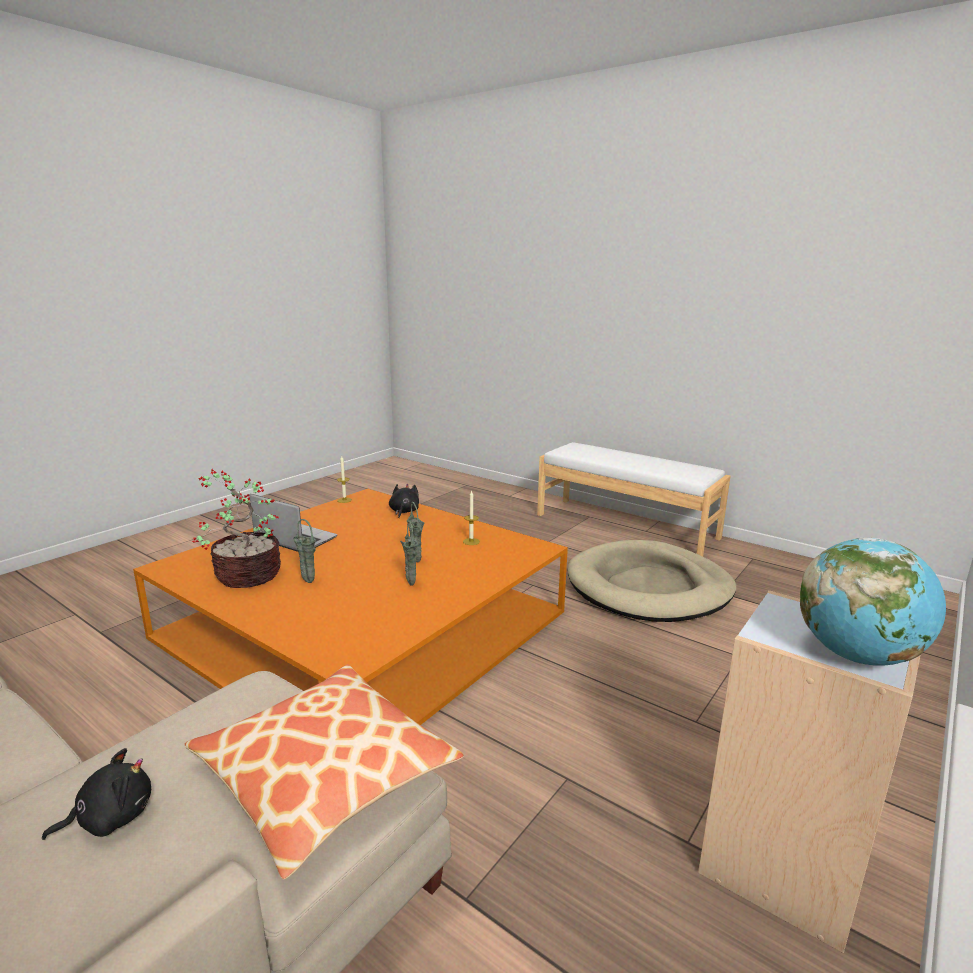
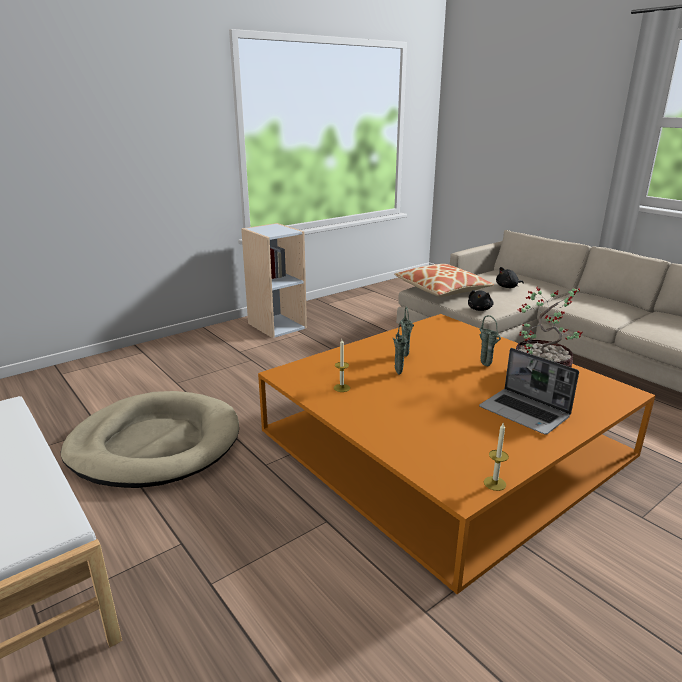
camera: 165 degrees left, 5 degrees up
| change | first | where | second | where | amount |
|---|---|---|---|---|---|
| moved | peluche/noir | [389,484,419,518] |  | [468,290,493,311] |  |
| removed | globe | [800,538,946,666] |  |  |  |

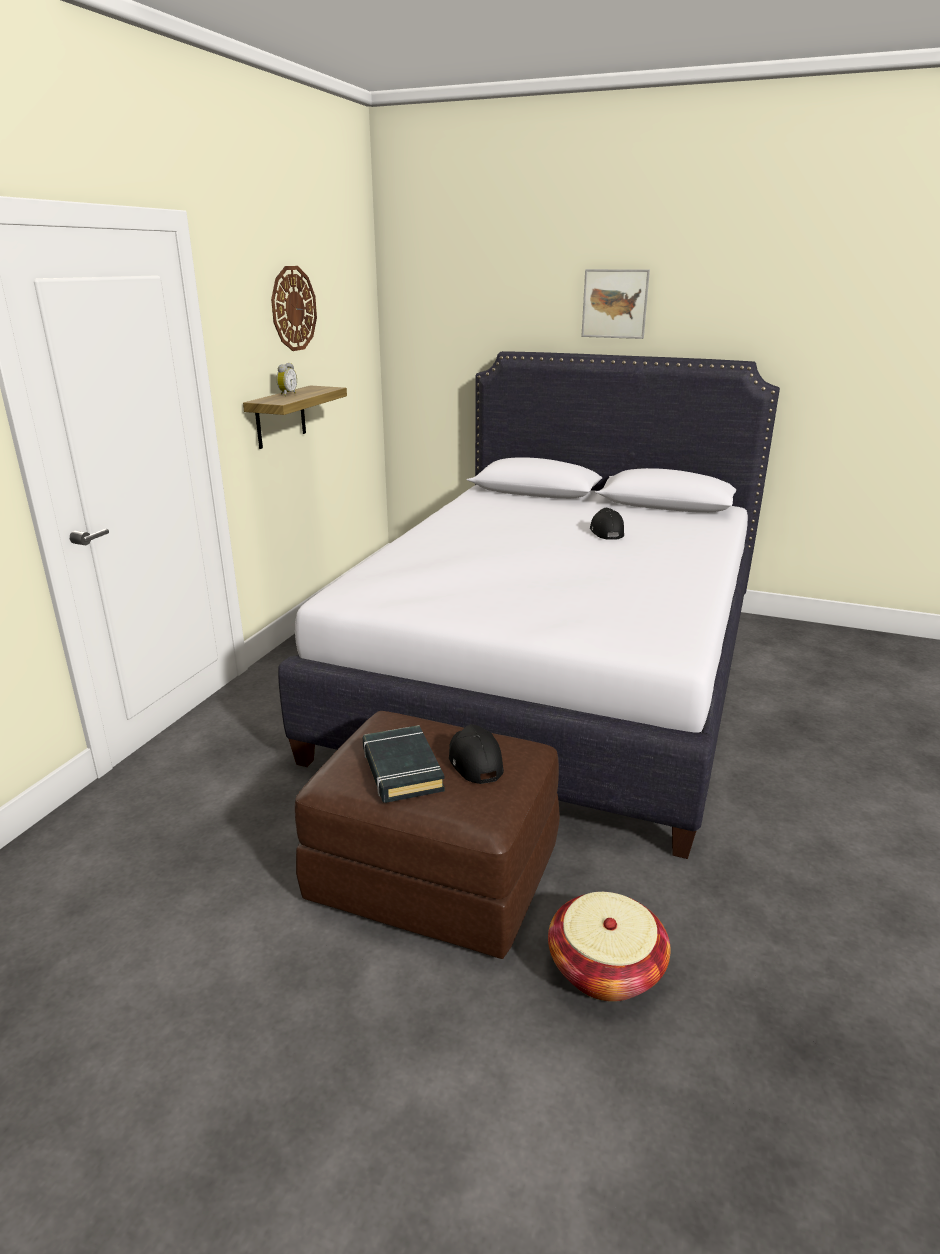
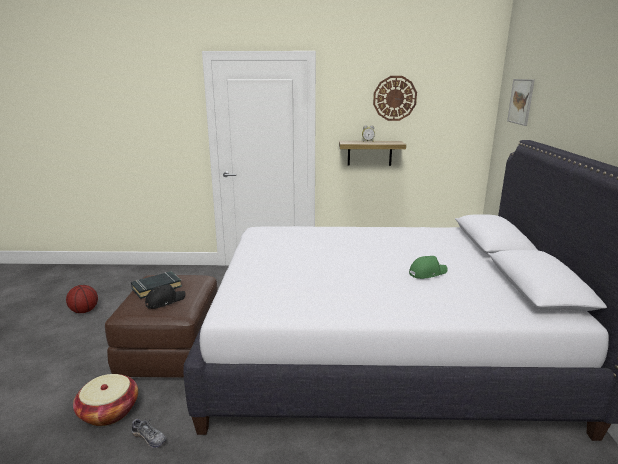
camera: 70 degrees right, 5 degrees down
| change | first | where | second | where | amount |
|---|---|---|---|---|---|
| moved | tableau | [581,269,650,339] |  | [507,79,535,126] |  |
| recoloured | casquette/noir | [590,508,624,540] | casquette/vert | [409,256,447,279] |  |
| added |  |  | ballon de basket | [66,285,98,313] |  |
| added |  |  | chaussure | [132,418,166,448] |  |

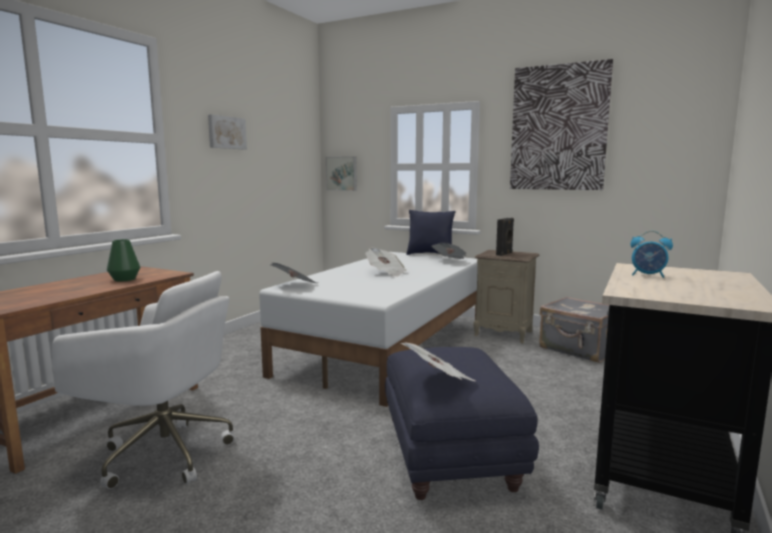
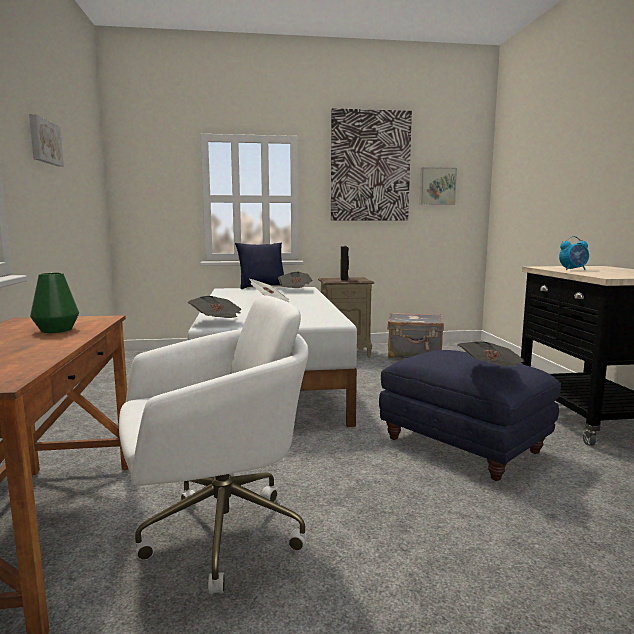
camera: 35 degrees left, 0 degrees up
| change | first | where | second | where | amount |
|---|---|---|---|---|---|
| moved | tableau | [326,156,357,191] |  | [419,167,457,205] |  |

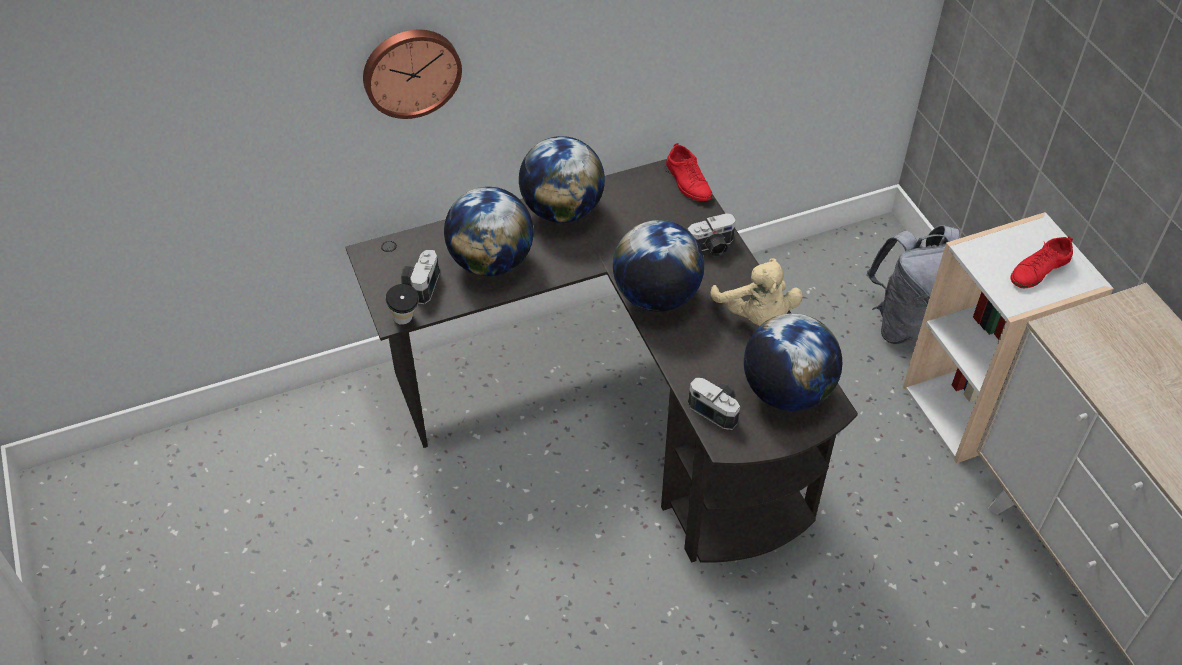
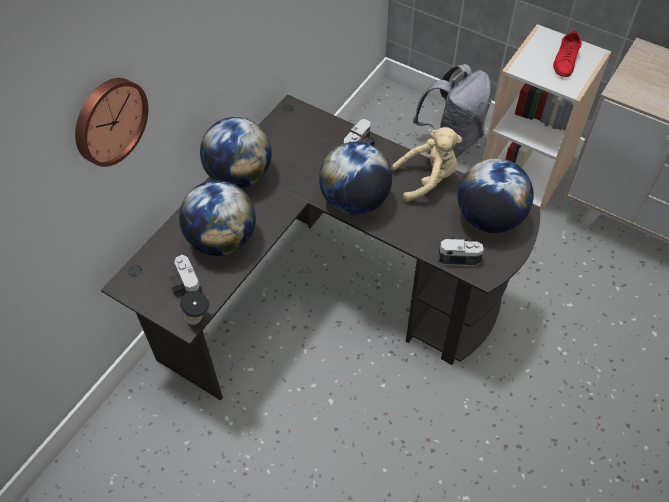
camera: 35 degrees left, 5 degrees up
| change | first | where | second | where | amount |
|---|---|---|---|---|---|
| removed | chaussure/rouge | [666,143,712,201] |  |  |  |
| turned | peluche/beige | [710,258,803,326] |  | [391,127,462,202] | 45 degrees counterclockwise |

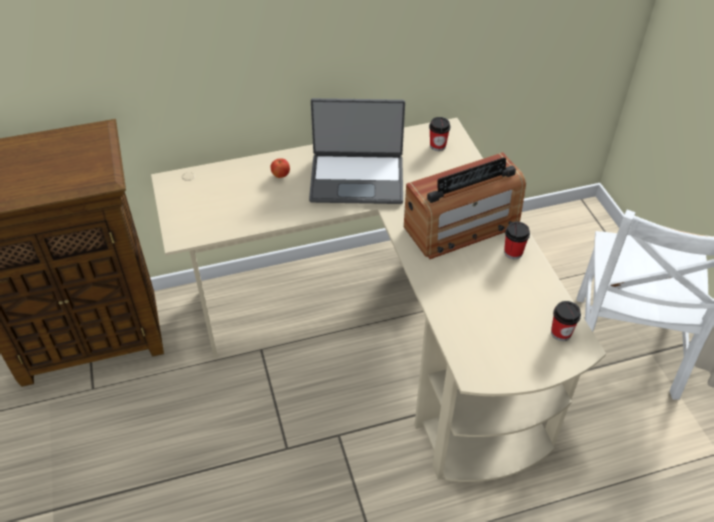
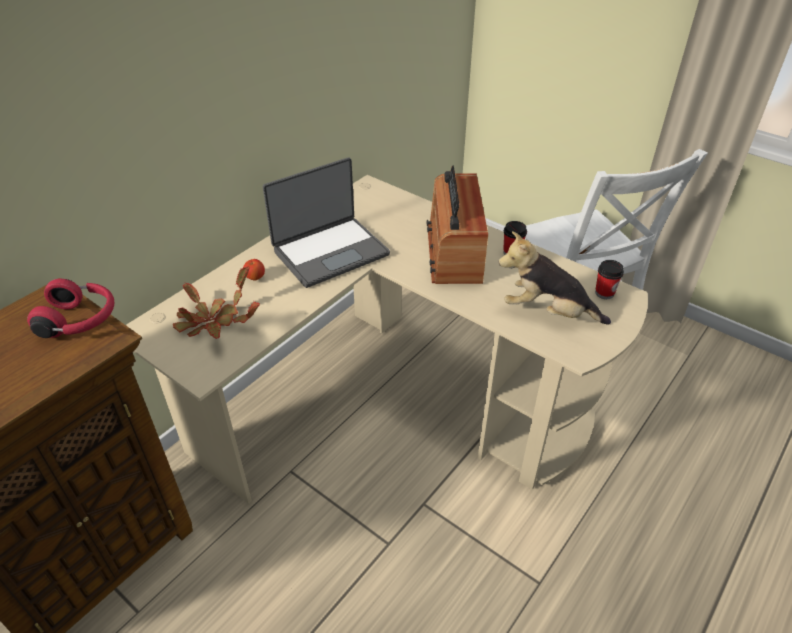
camera: 35 degrees left, 5 degrees down
| change | first | where | second | where | amount |
|---|---|---|---|---|---|
| turned | radio | [404,152,526,259] |  | [427,165,488,284] | 150 degrees clockwise |
| removed | tasse | [429,117,450,151] |  |  |  |
| added |  |  | casque audio/rouge | [27,279,115,338] |  |
| added |  |  | plante en pot | [173,266,260,339] |  |
| added |  |  | peluche | [498,231,611,325] |  |

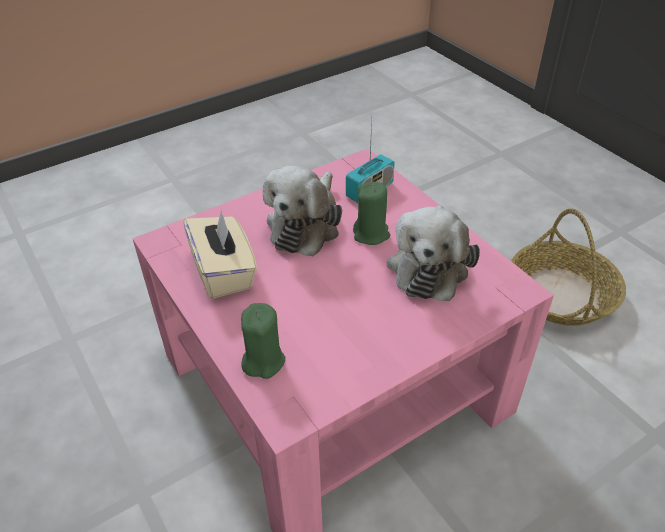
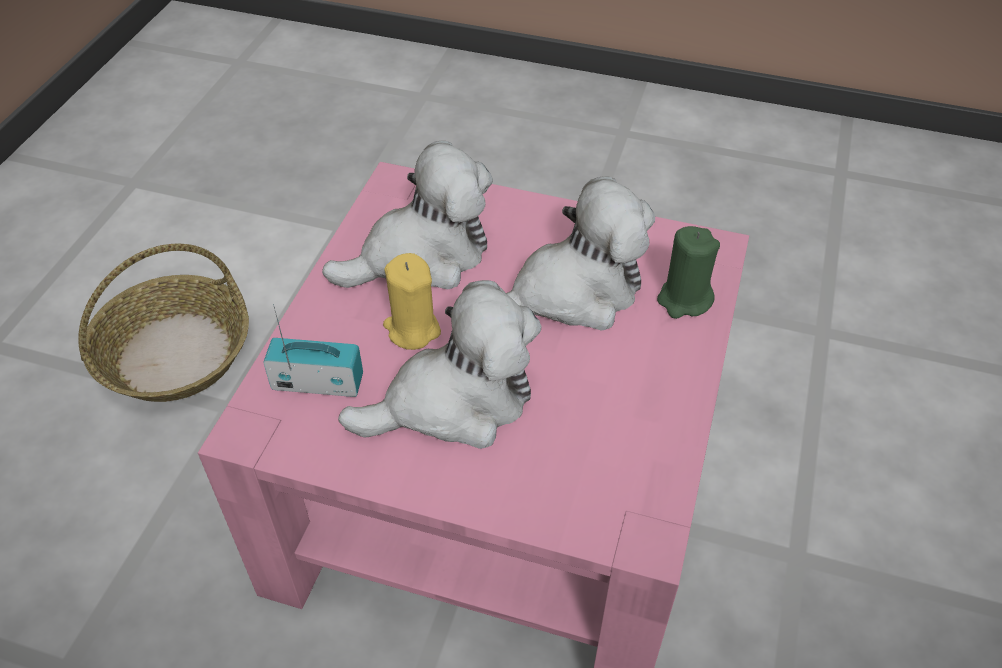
camera: 130 degrees left, 5 degrees up
| change | first | where | second | where | amount |
|---|---|---|---|---|---|
| removed | boîte à mouchoirs/beige | [184,209,257,299] |  |  |  |
| recoloured | bougie/vert | [353,182,390,245] | bougie/jaune | [383,253,441,350] |  |
| added |  |  | peluche | [506,176,655,331] |  |

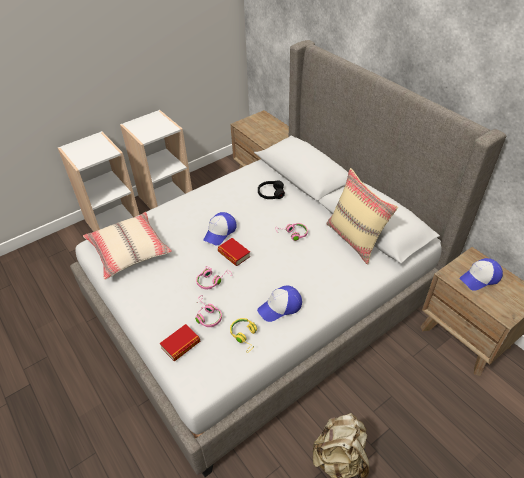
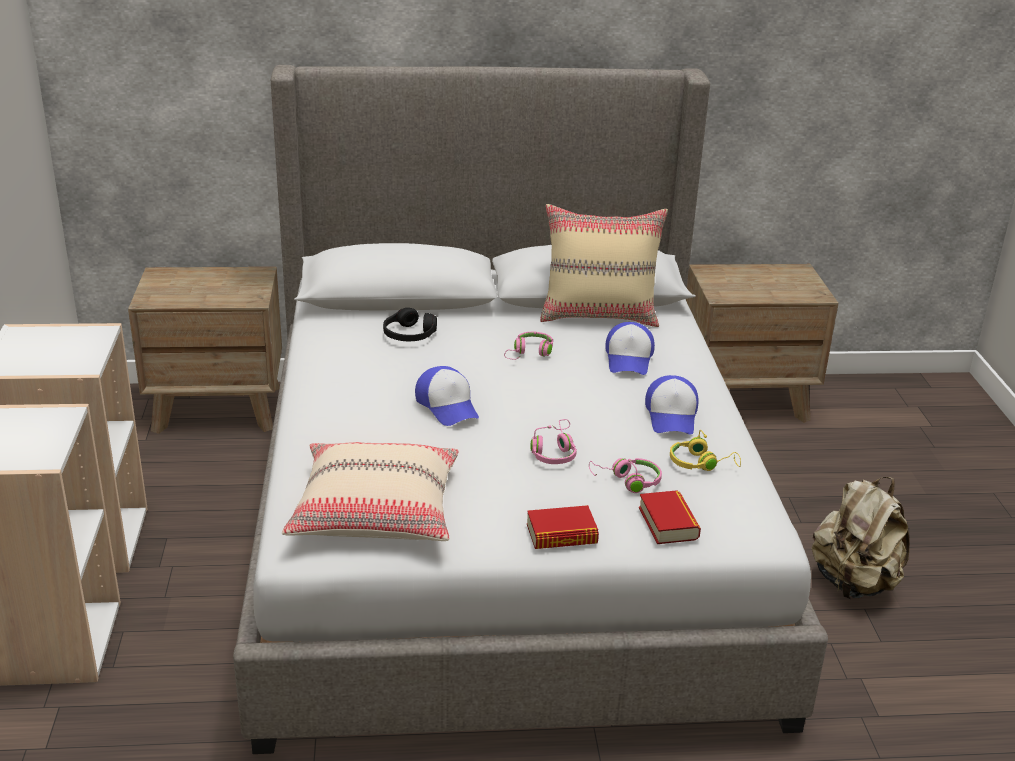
camera: 60 degrees left, 15 degrees down
| change | first | where | second | where | amount |
|---|---|---|---|---|---|
| moved | livre | [218,238,250,266] |  | [527,505,599,549] |  |
| moved | casquette | [460,258,503,291] |  | [605,322,655,375] |  |

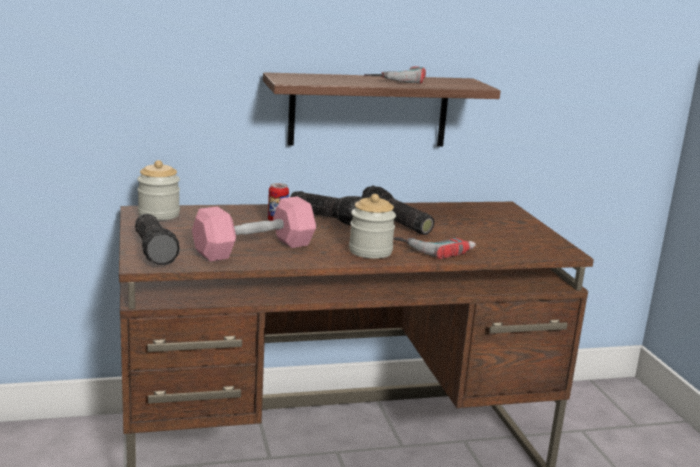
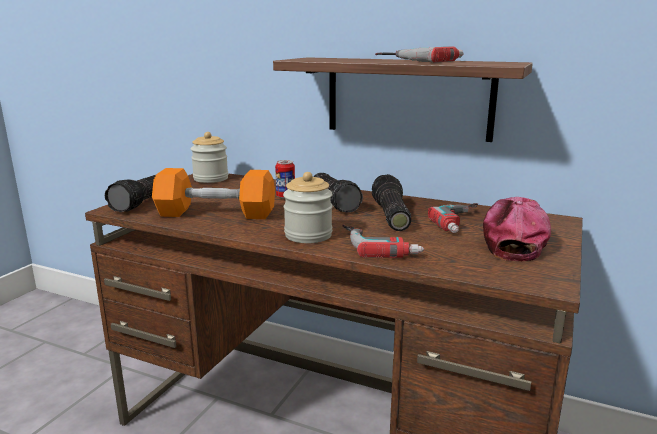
camera: 40 degrees right, 0 degrees up
| change | first | where | second | where | amount |
|---|---|---|---|---|---|
| recoloured | haltère/rose | [192,196,316,261] | haltère/orange | [152,168,275,219] |  |
| added |  |  | perceuse | [428,203,478,233] |  |
| added |  |  | casquette | [483,197,551,261] |  |

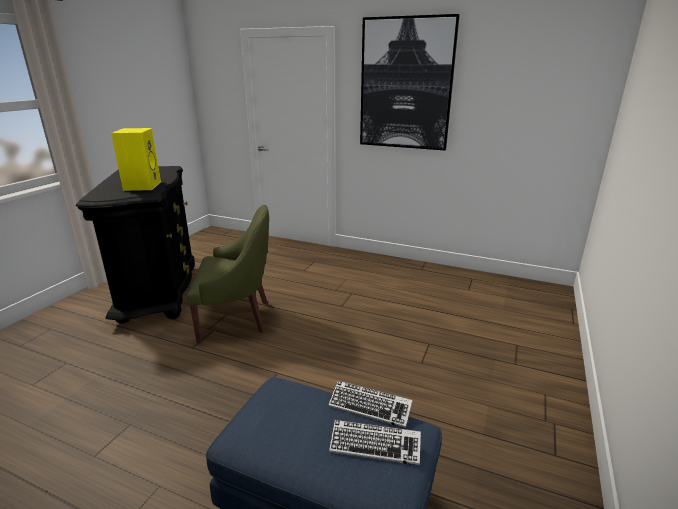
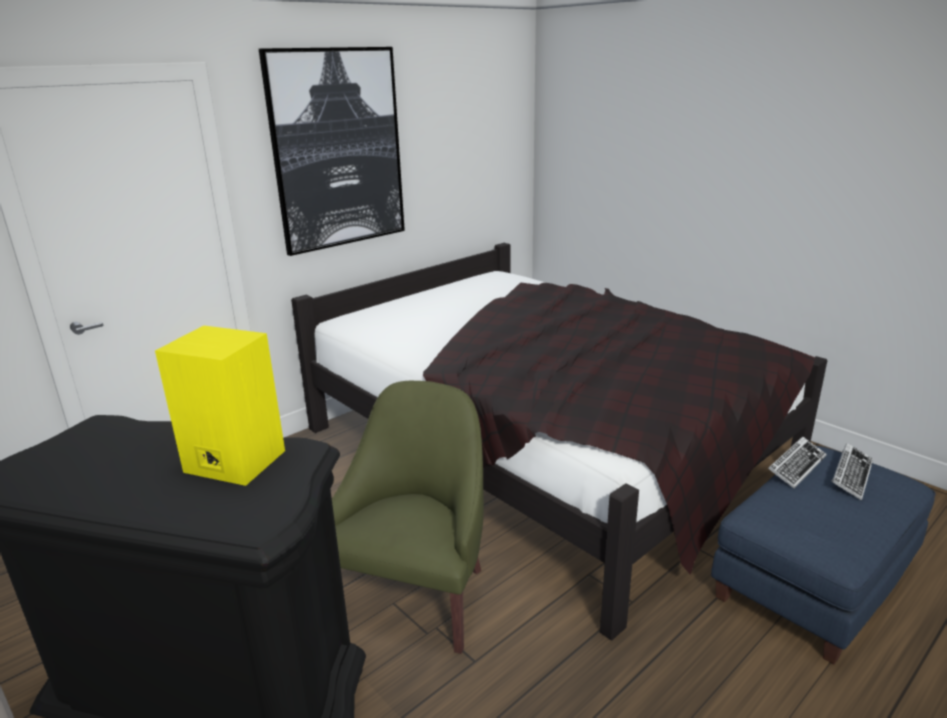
camera: 65 degrees left, 0 degrees up
| change | first | where | second | where | amount |
|---|---|---|---|---|---|
| added |  |  | lit/noir | [291,243,827,641] |  |

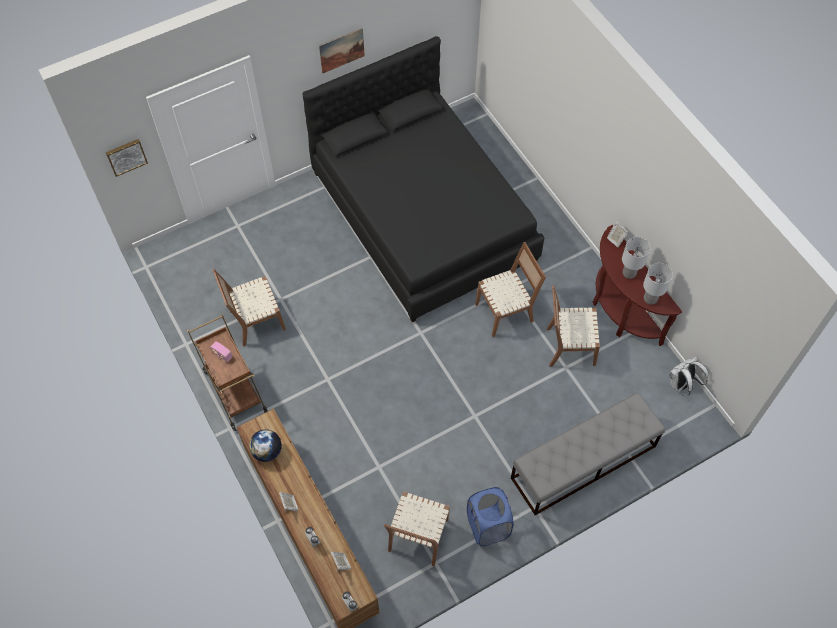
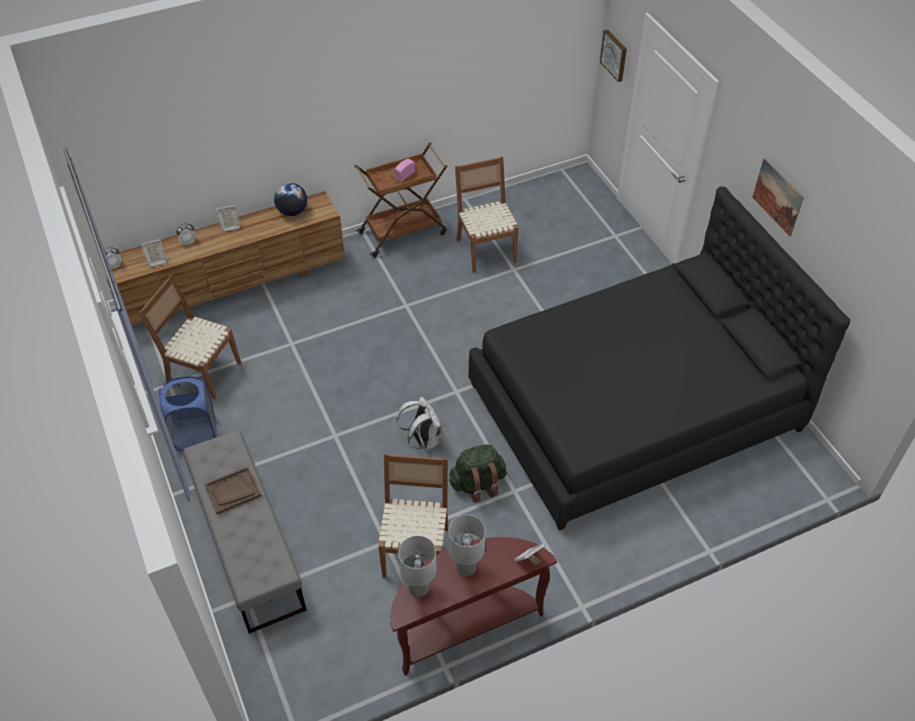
camera: 95 degrees right, 10 degrees down
| change | first | where | second | where | amount |
|---|---|---|---|---|---|
| replaced | chaise | [475,242,546,337] | sac à dos/vert | [448,444,507,503] |  |
| moved | sac à dos/blanc | [669,356,708,396] |  | [396,396,443,451] |  |
| added |  |  | plateau/marron | [204,467,262,515] |  |

